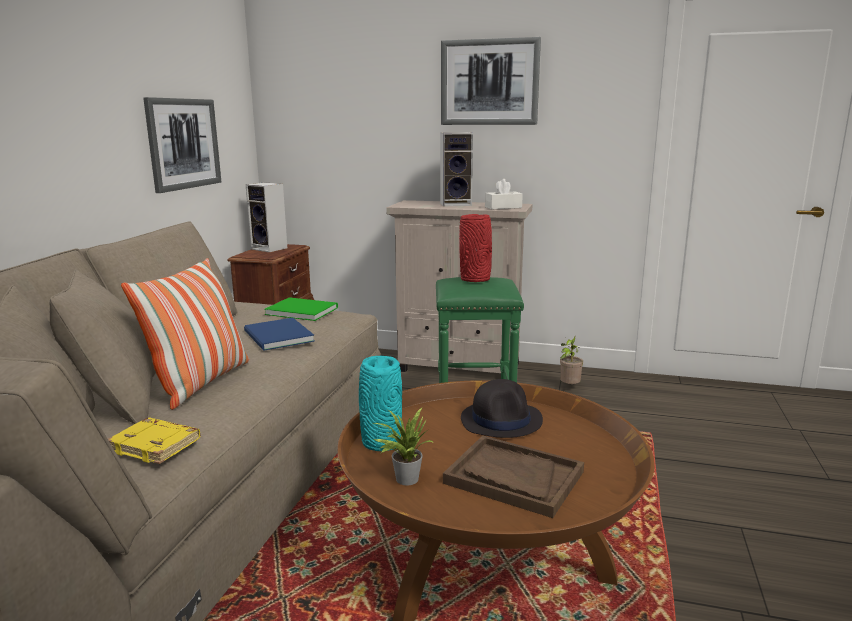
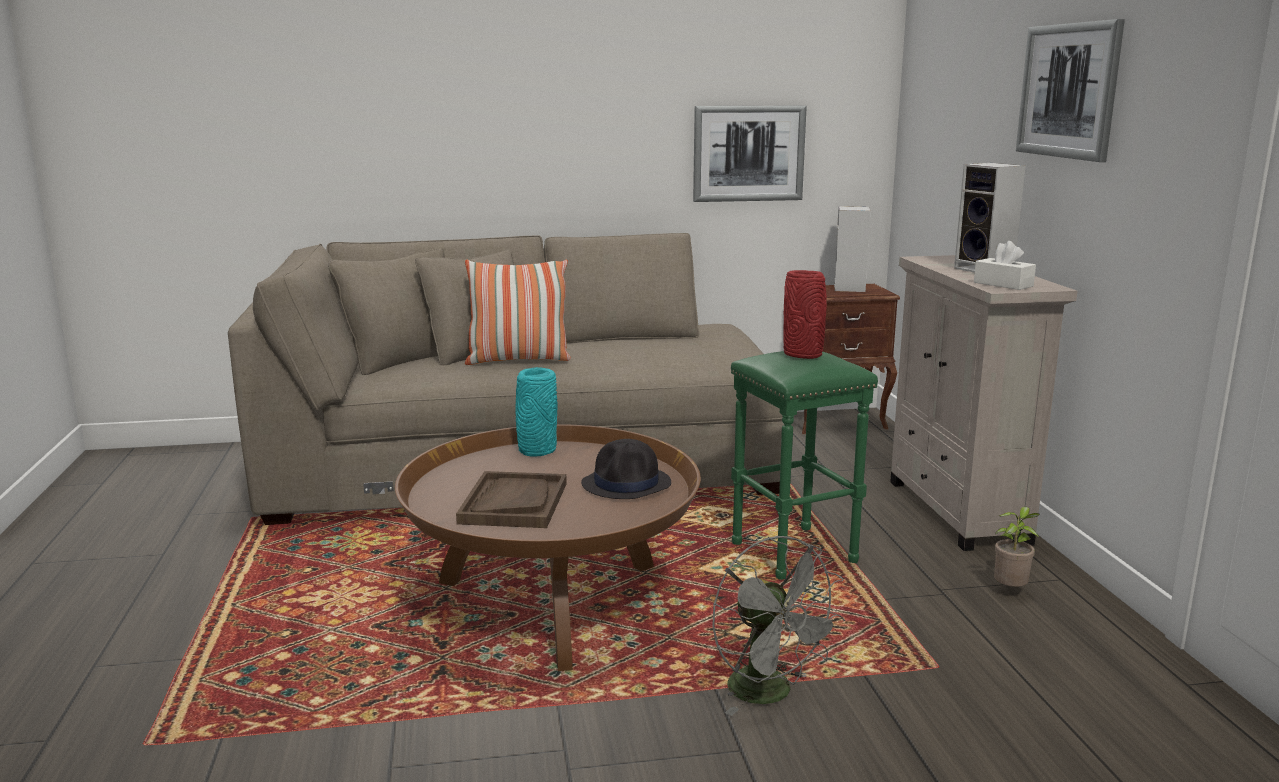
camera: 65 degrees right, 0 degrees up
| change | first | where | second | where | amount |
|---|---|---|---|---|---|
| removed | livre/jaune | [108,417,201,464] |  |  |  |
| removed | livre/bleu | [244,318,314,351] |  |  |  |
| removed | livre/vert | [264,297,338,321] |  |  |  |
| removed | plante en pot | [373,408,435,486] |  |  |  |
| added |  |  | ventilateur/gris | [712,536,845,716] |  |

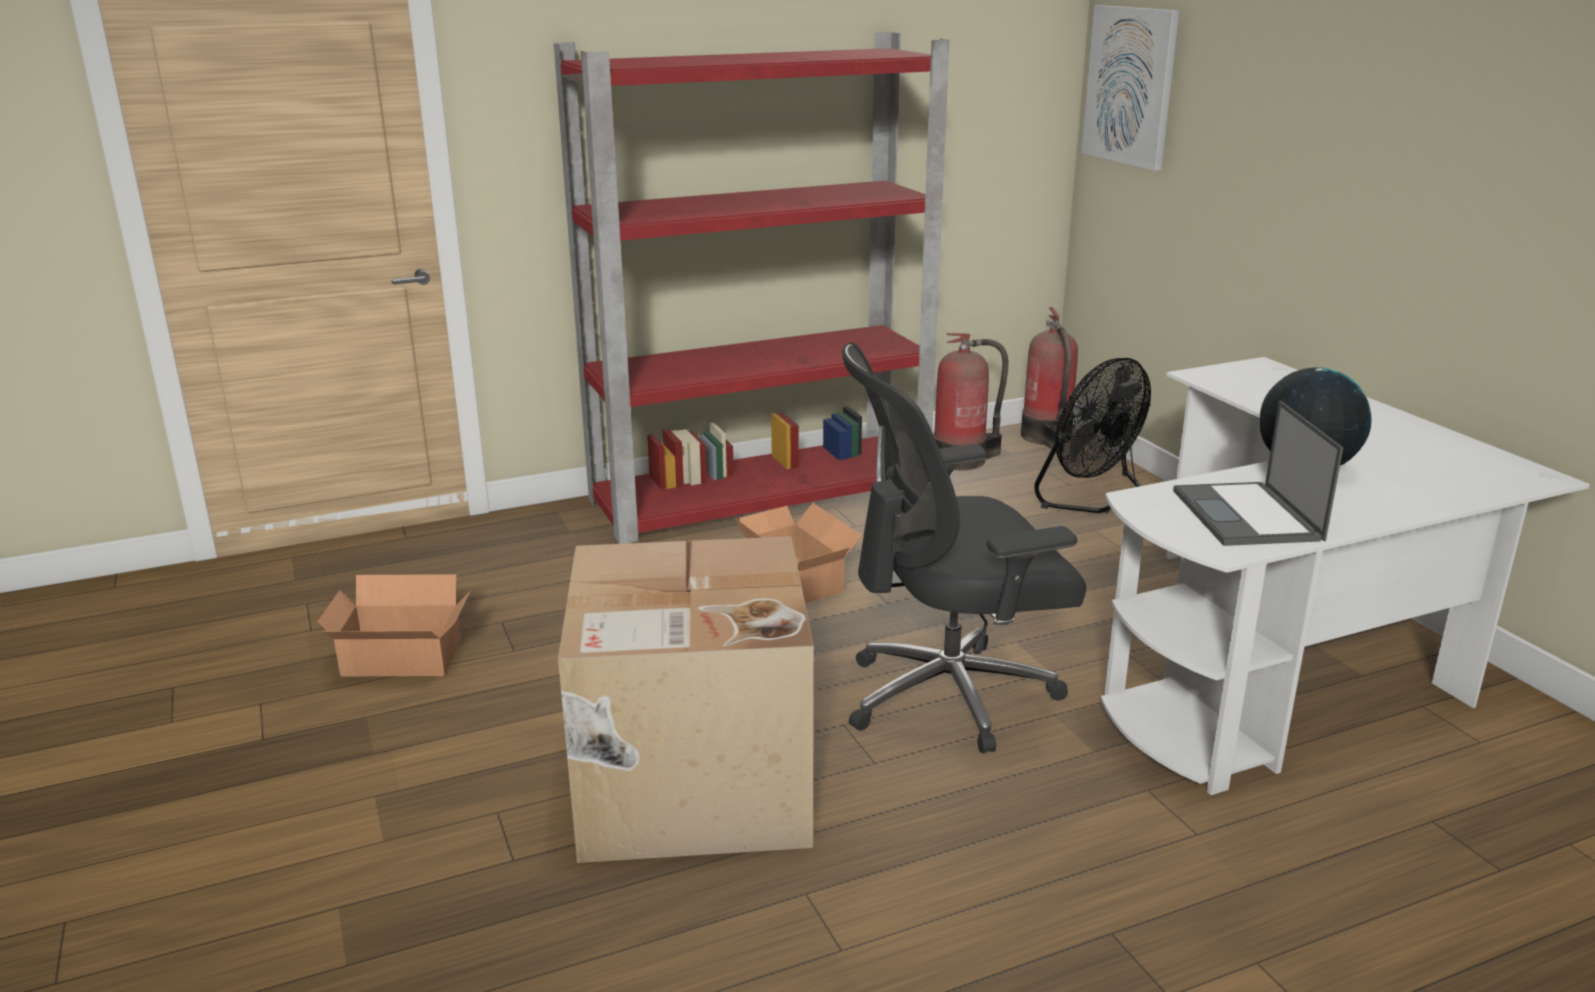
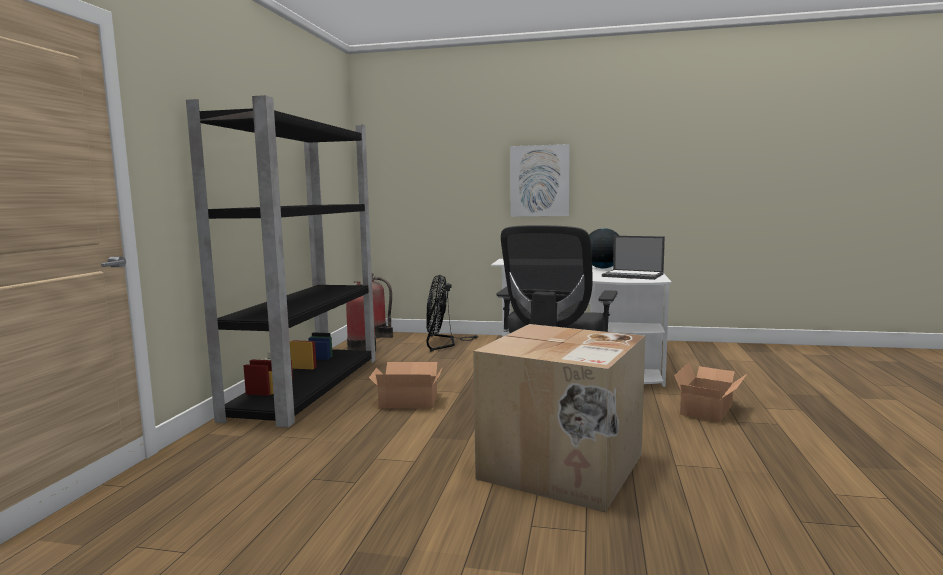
camera: 55 degrees left, 15 degrees down
| change | first | where | second | where | amount |
|---|---|---|---|---|---|
| moved | carton | [318,574,471,677] |  | [674,362,748,422] |  |
| recoloured | bibliothèque/rouge | [554,32,950,544] | bibliothèque/noir | [186,95,376,428] |  |
| moved | tableau | [1081,5,1179,171] |  | [510,144,570,217] |  |

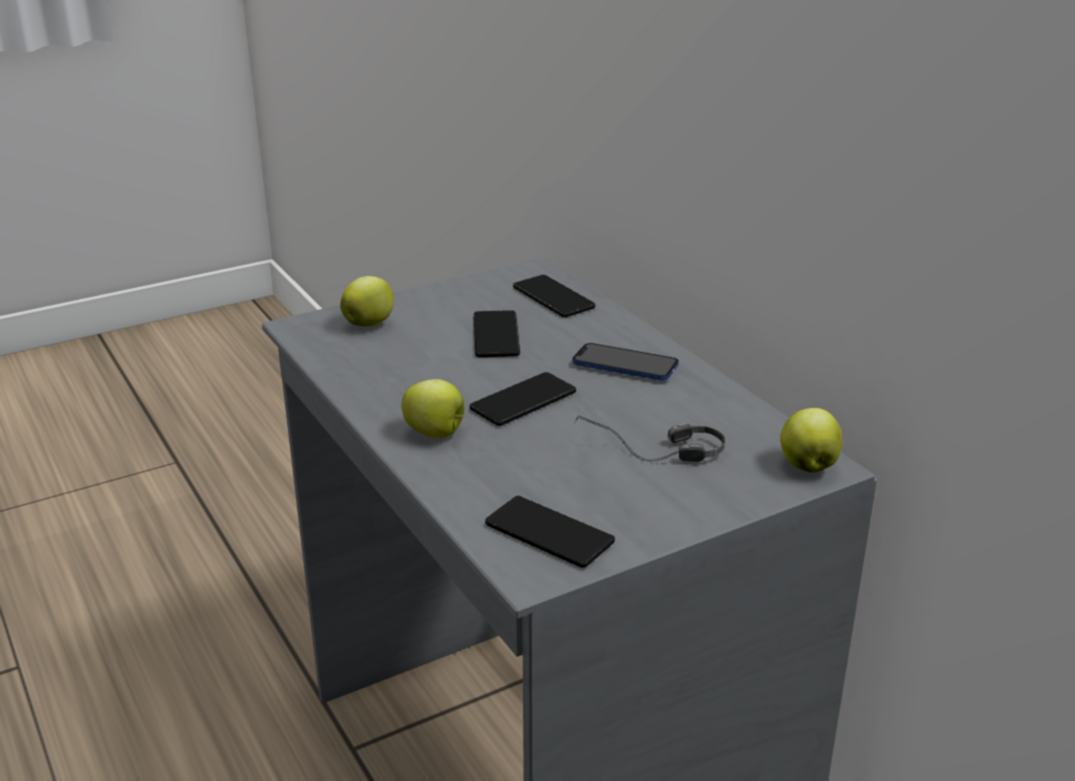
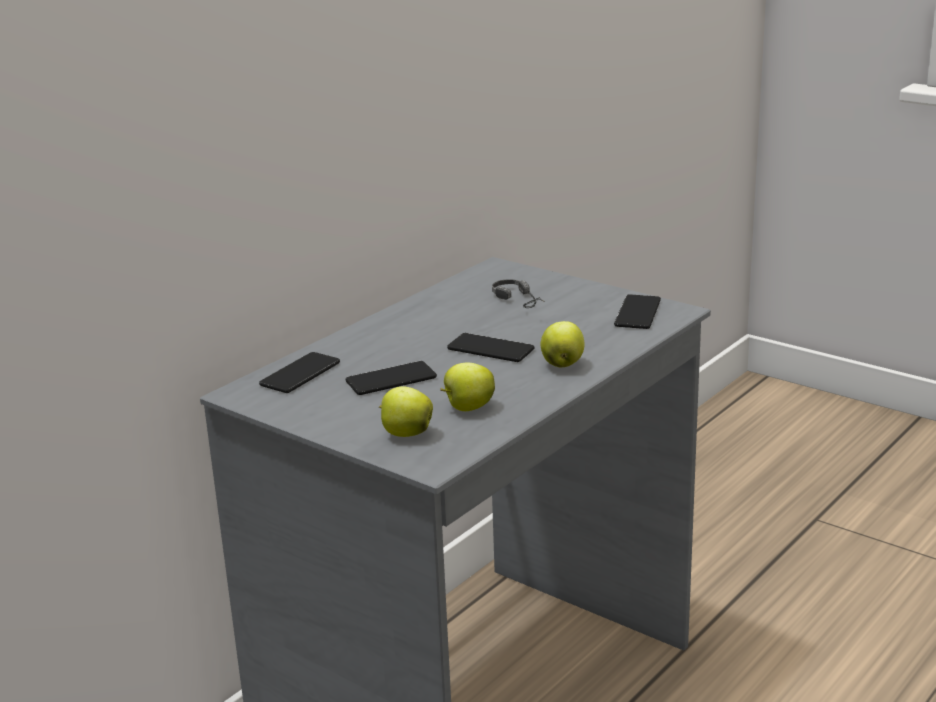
camera: 110 degrees left, 5 degrees down
| change | first | where | second | where | amount |
|---|---|---|---|---|---|
| removed | téléphone | [572,343,679,381] |  |  |  |
| moved | pomme | [780,408,842,472] |  | [440,363,495,411] |  |

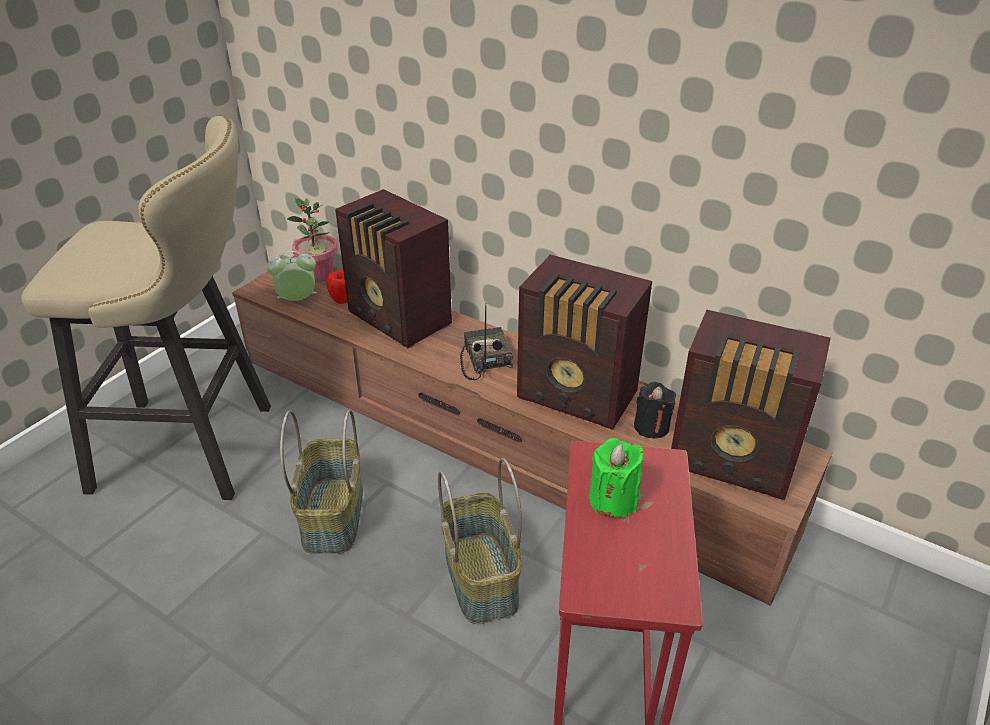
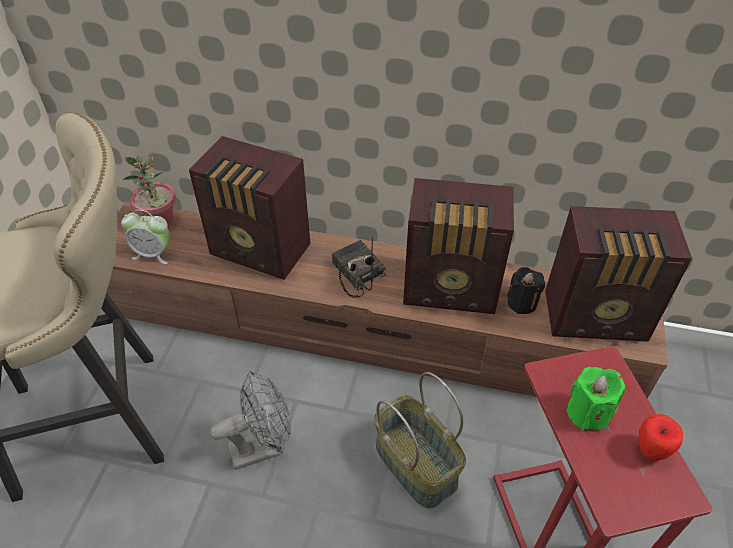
camera: 20 degrees left, 10 degrees up
| change | first | where | second | where | amount |
|---|---|---|---|---|---|
| turned | réveil | [267,251,317,301] |  | [121,210,170,264] | 135 degrees counterclockwise |
| replaced | panier | [280,410,363,554] | ventilateur/gris | [210,371,291,470] |  |
| moved | pomme | [326,271,347,304] |  | [639,414,683,461] |  |

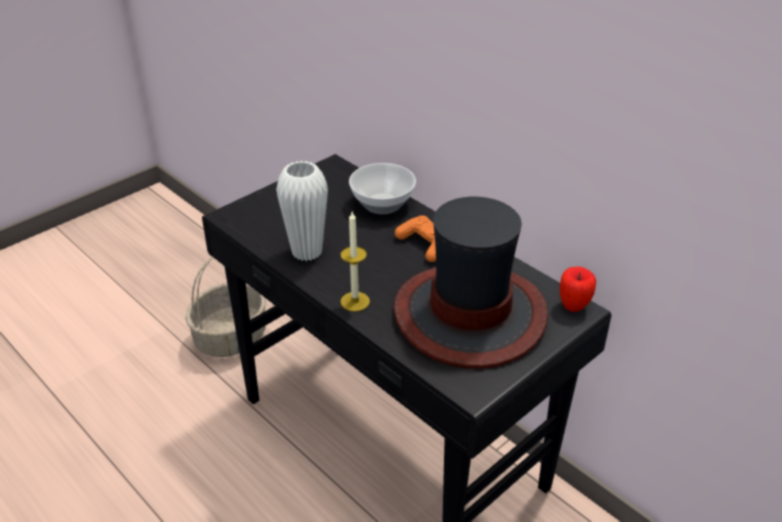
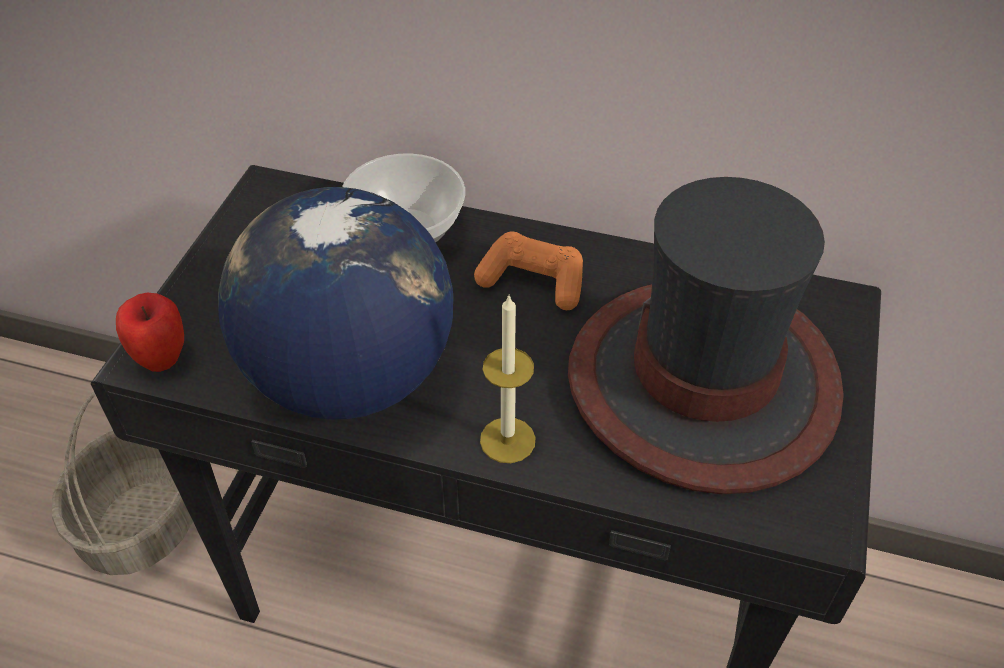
camera: 30 degrees left, 10 degrees up
| change | first | where | second | where | amount |
|---|---|---|---|---|---|
| replaced | vase/blanc | [276,161,328,261] | globe | [218,187,453,419] |  |
| moved | pomme | [560,266,596,312] |  | [116,293,184,372] |  |

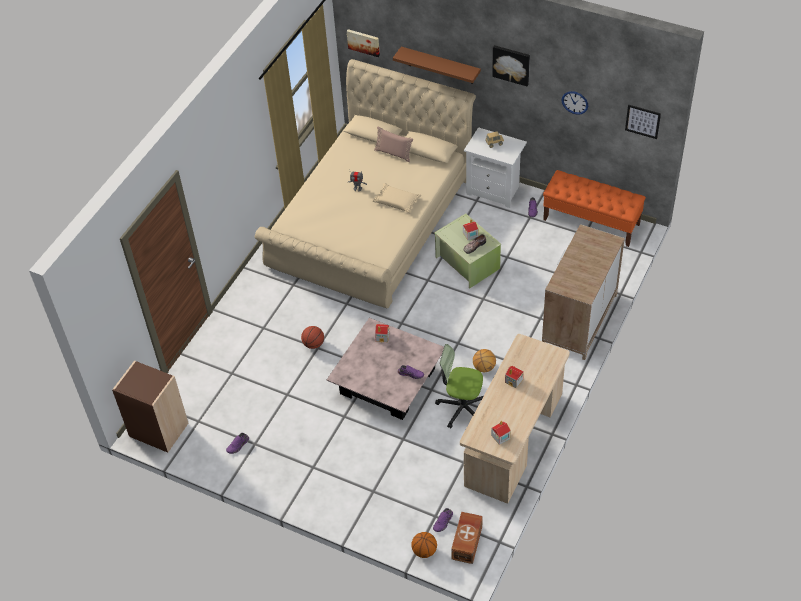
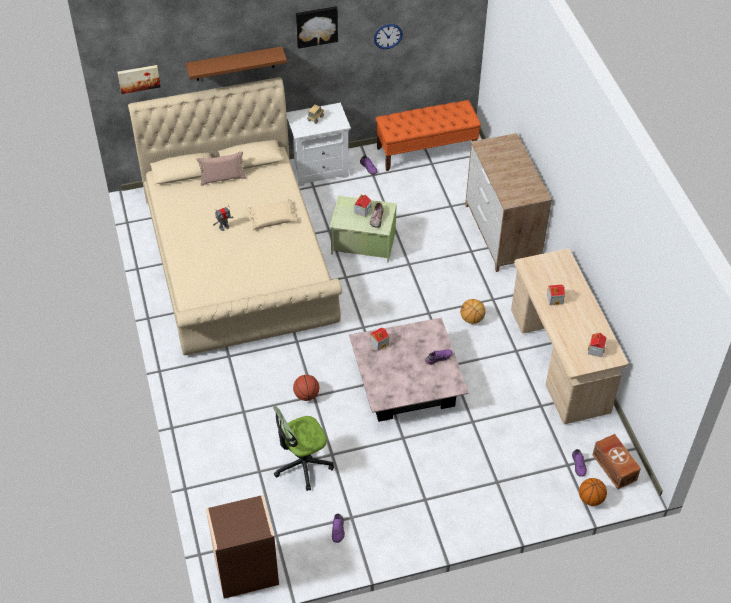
camera: 45 degrees left, 0 degrees up
| change | first | where | second | where | amount |
|---|---|---|---|---|---|
| moved | chaise de bureau | [435,344,483,429] |  | [273,406,334,491] |  |
| removed | tableau | [625,105,661,139] |  |  |  |

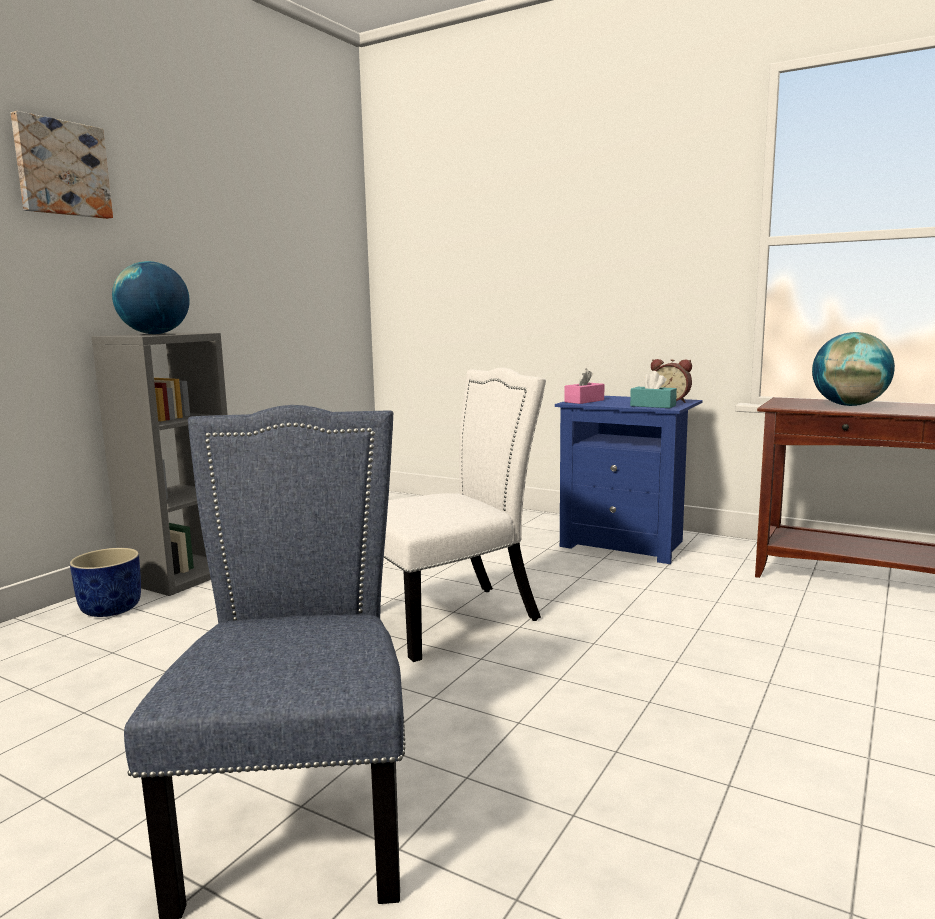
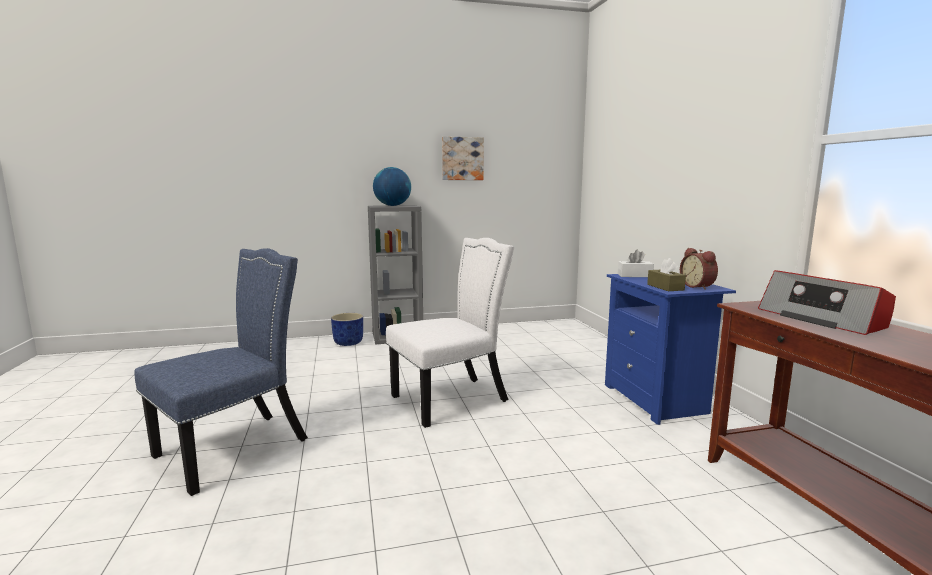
camera: 45 degrees right, 0 degrees up
| change | first | where | second | where | amount |
|---|---|---|---|---|---|
| moved | tableau | [11,111,113,219] |  | [442,136,484,180] |  |
| turned | chaise/blanc | [384,368,546,662] |  | [386,238,514,428] | 45 degrees counterclockwise |
| recoloured | boîte à mouchoirs/rose | [564,369,605,404] | boîte à mouchoirs/blanc | [618,250,654,277] |  |
| recoloured | boîte à mouchoirs/turquoise | [630,371,677,408] | boîte à mouchoirs/marron | [647,258,686,291] |  |
| replaced | globe | [812,332,895,406] | radio | [758,270,896,335] |  |

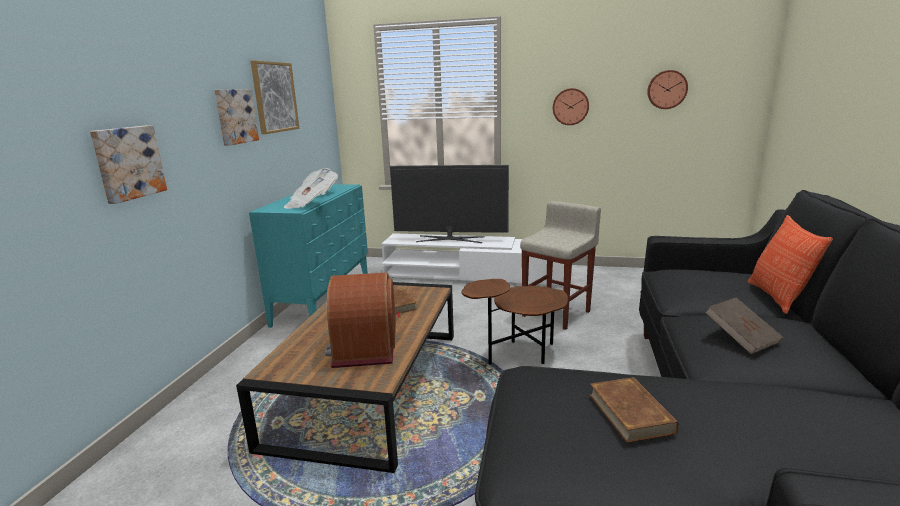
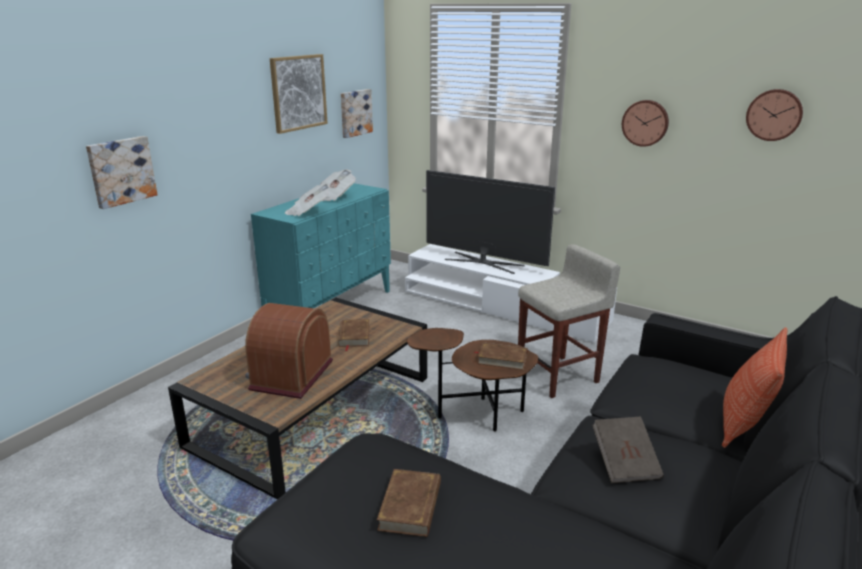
camera: 20 degrees right, 5 degrees up
| change | first | where | second | where | amount |
|---|---|---|---|---|---|
| moved | tableau | [214,89,259,146] |  | [341,89,373,138] |  |
| added |  |  | livre/marron | [474,342,528,370] |  |

